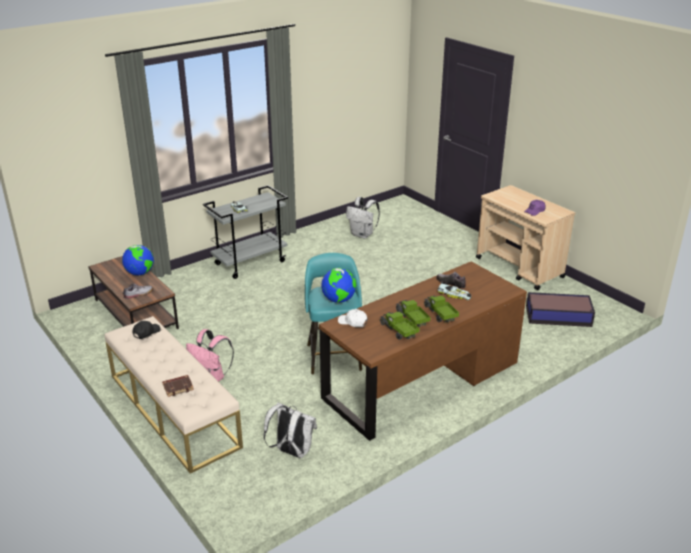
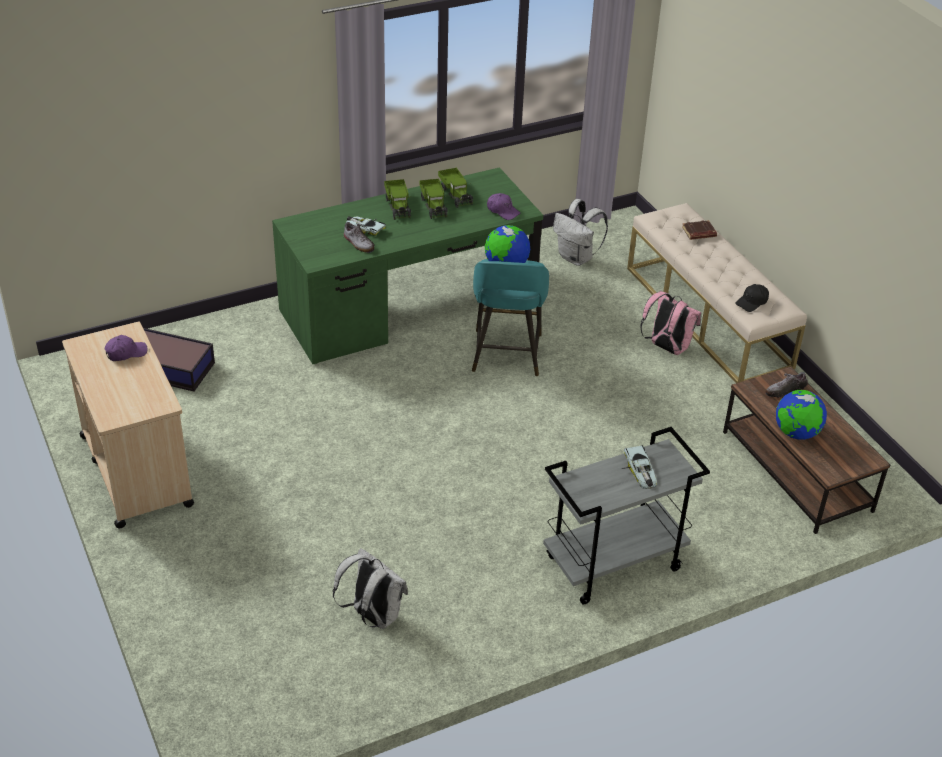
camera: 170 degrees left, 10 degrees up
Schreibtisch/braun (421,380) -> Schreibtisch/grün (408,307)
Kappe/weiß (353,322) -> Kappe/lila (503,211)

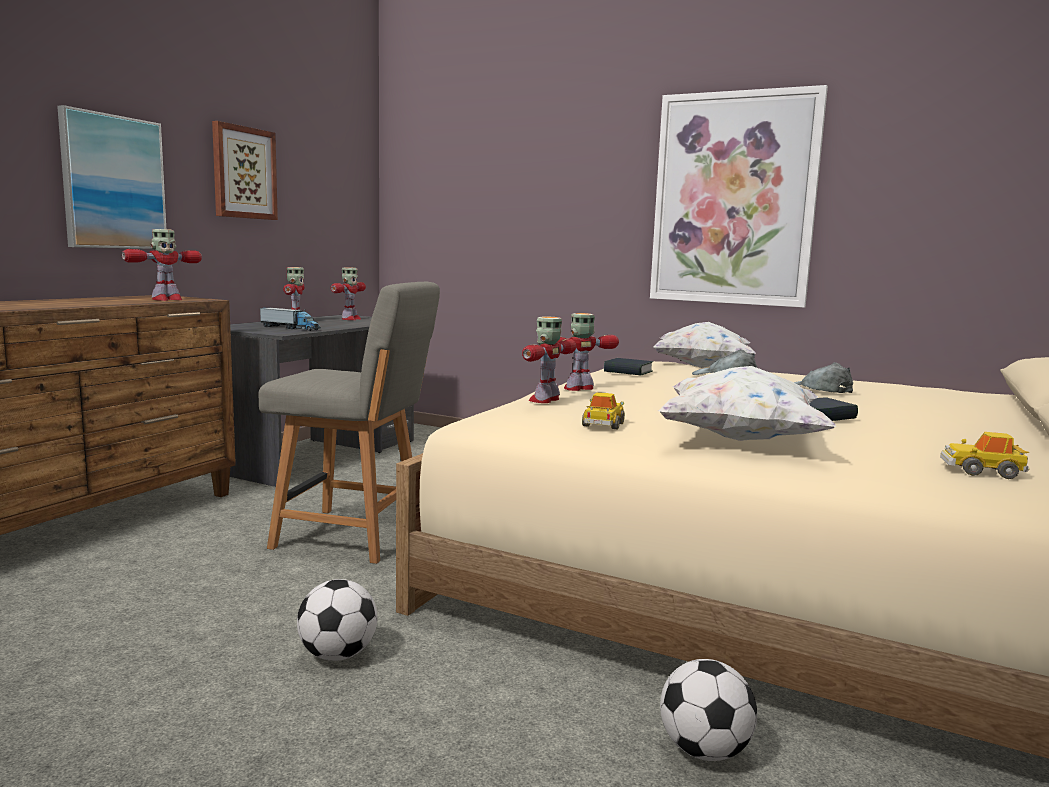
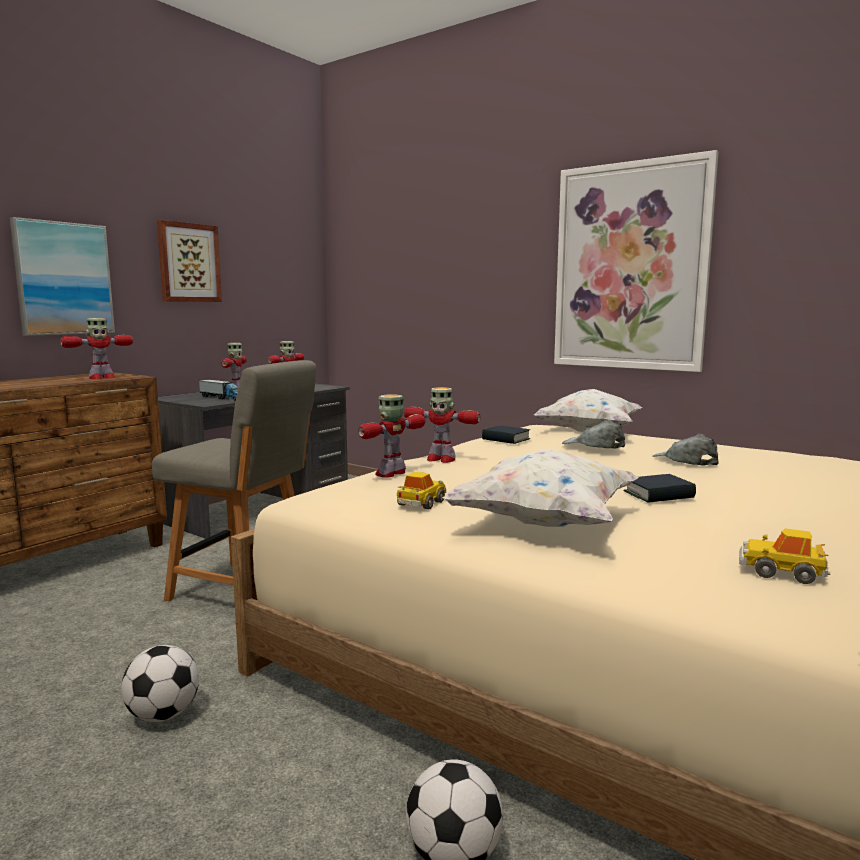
camera: 10 degrees right, 0 degrees up
Spielzeugroboter (579,388) -> Spielzeugroboter (440,459), 135 degrees counterclockwise

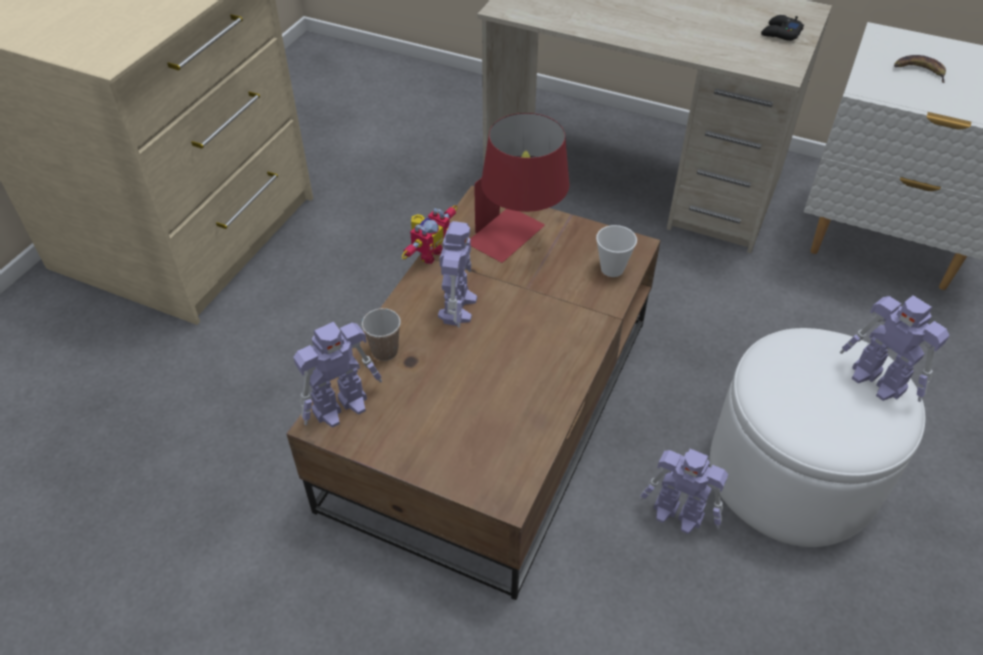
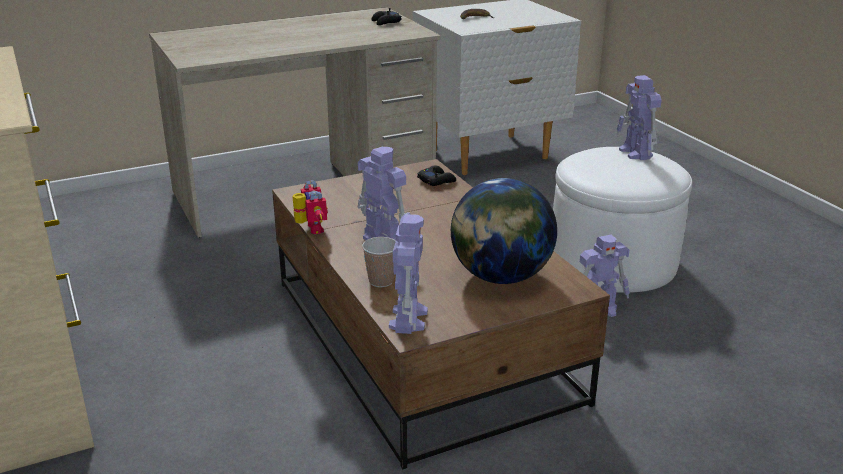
camera: 50 degrees left, 20 degrees down
Tischlampe/rot (518,240) -> none
none -> Globus (500,277)
Tasse (612,269) -> Gamepad/schwarz (436,180)
Spielzeugroboter (878,381) -> Spielzeugroboter (636,153), 75 degrees clockwise

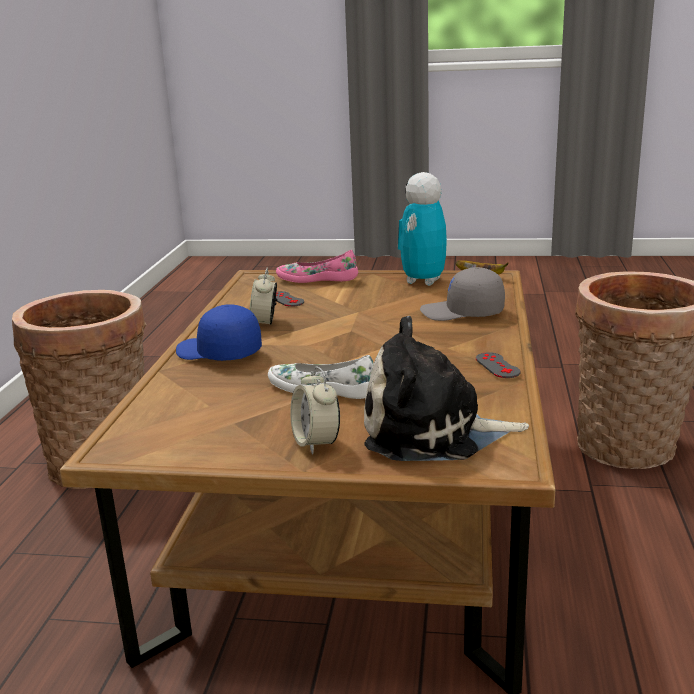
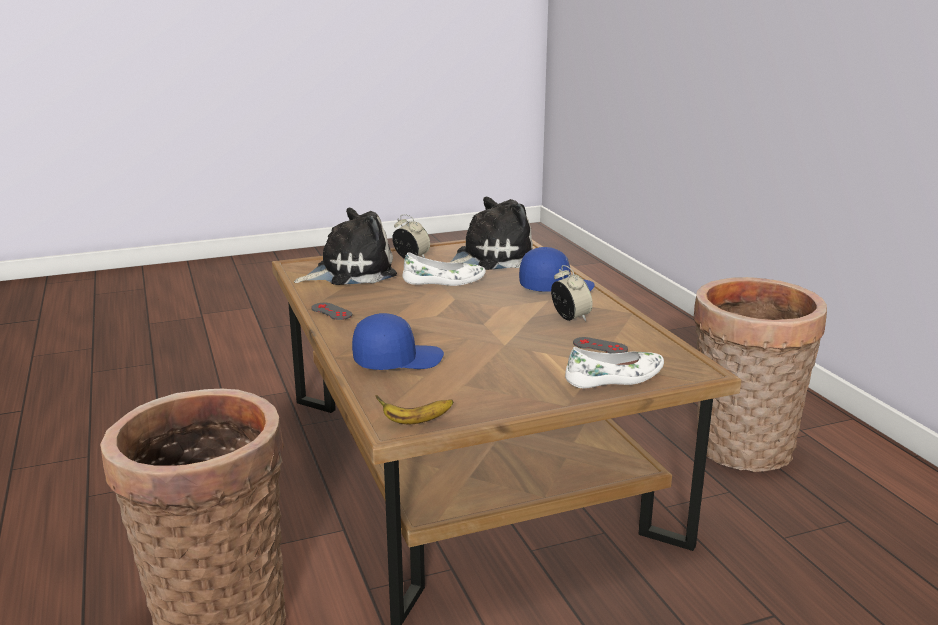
camera: 150 degrees right, 0 degrees up
Spielzeugroboter (423,281) -> none
none -> Plüschtier (490,258)
Schuh/rosa (317,278) -> Schuh/weiß (615,378)
Kappe/grau (462,313) -> Kappe/blau (397,360)

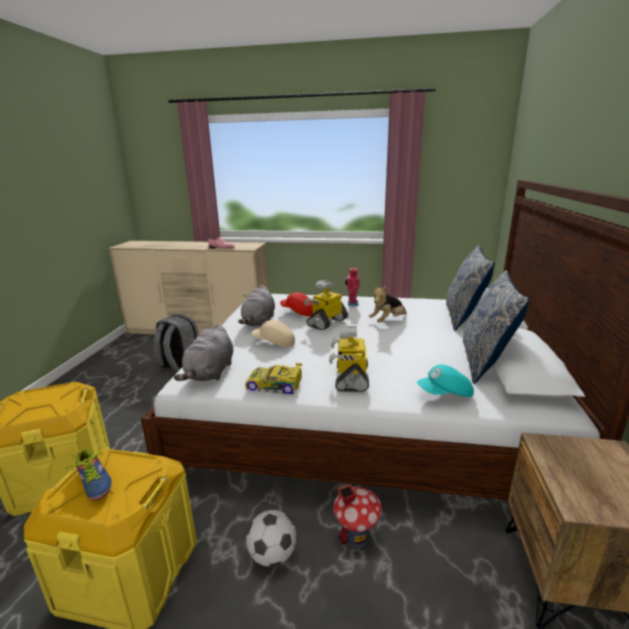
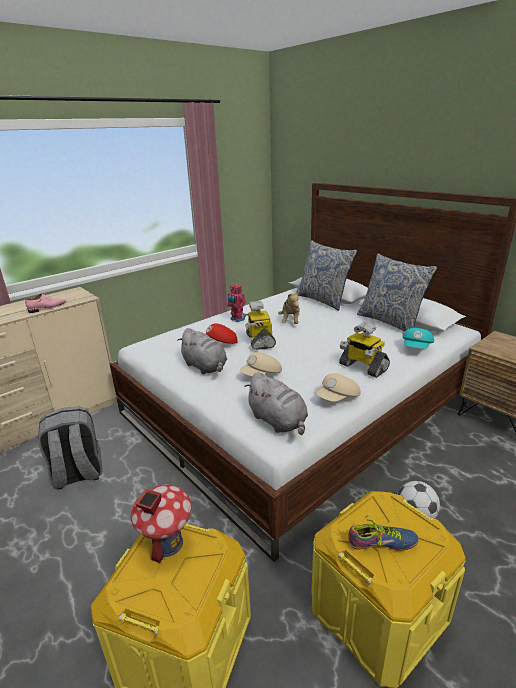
camera: 50 degrees left, 5 degrees up
Spielzeughaus (356,536) -> Spielzeughaus (167,543), move
Spielzeugauto (275,385) -> Kappe/beige (338,398)

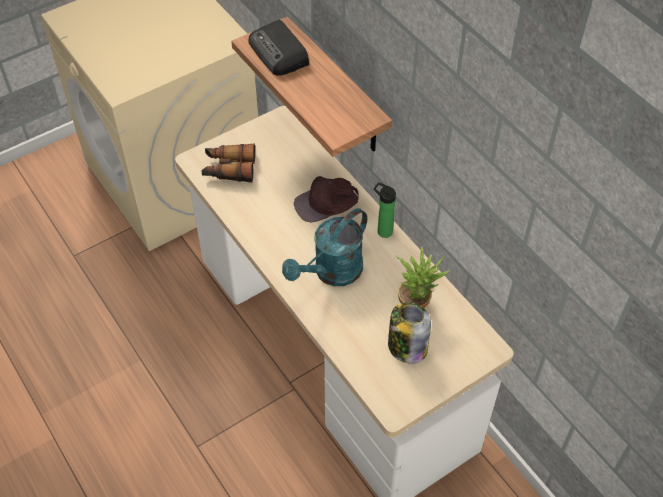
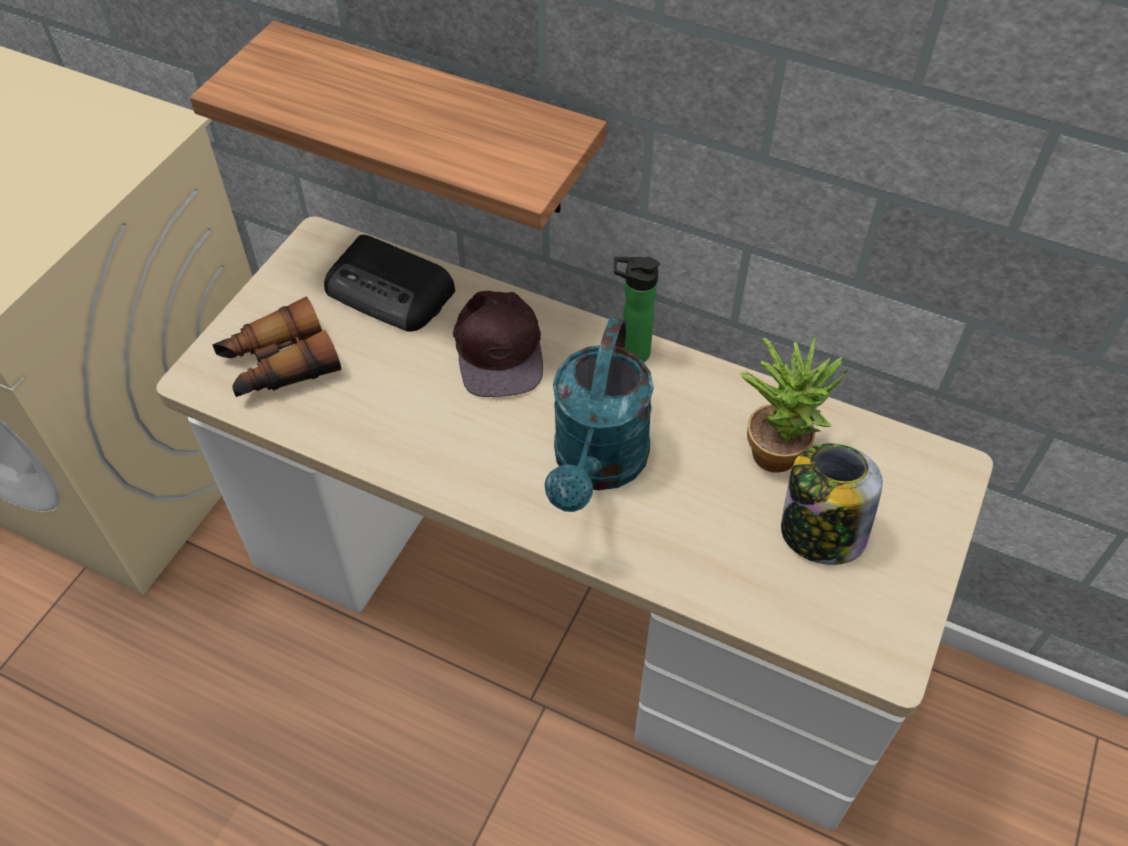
camera: 30 degrees left, 0 degrees up
Radio (279,53) -> Radio (391,292), move
Kappe/braun (326,203) -> Kappe/braun (500,348), 45 degrees counterclockwise

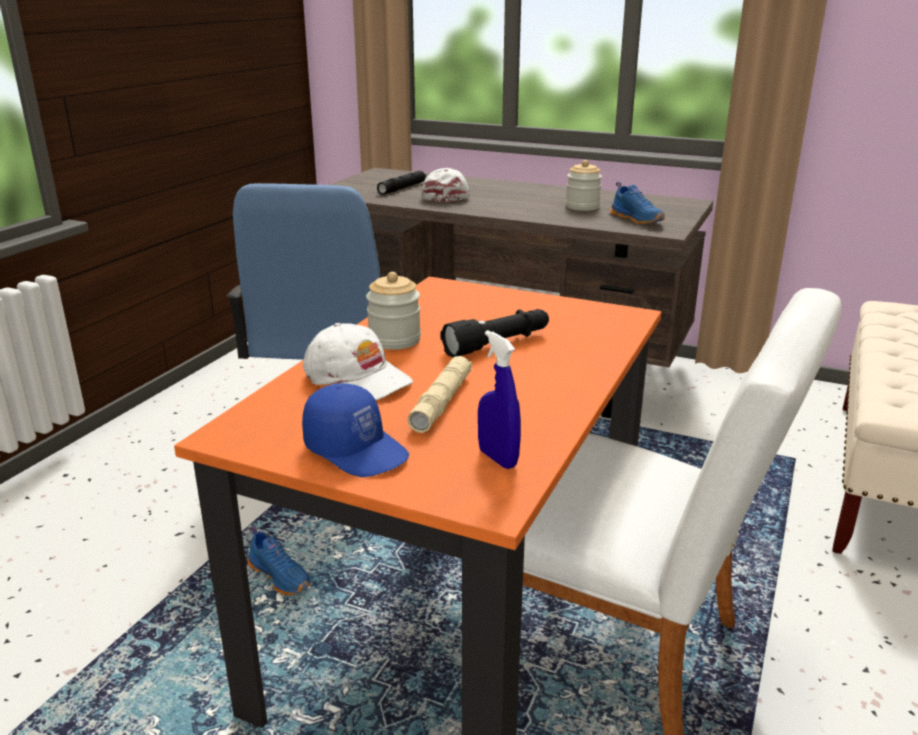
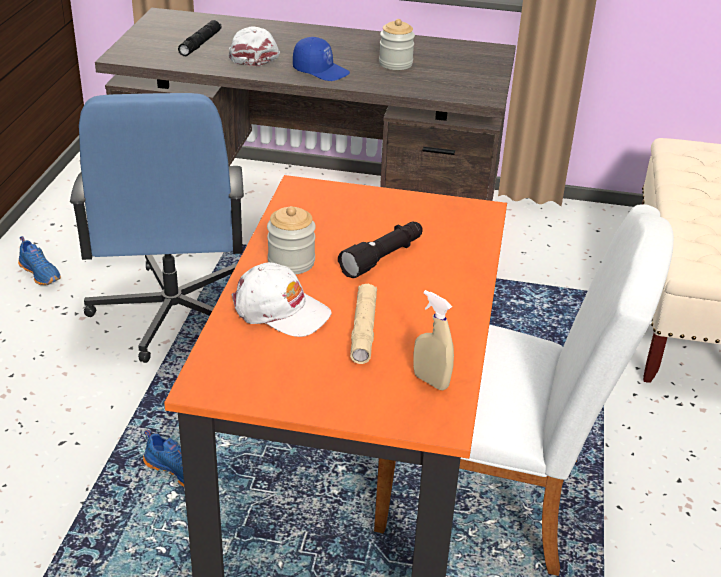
camera: 15 degrees left, 10 degrees up
Kappe/blau (357,450) -> Kappe/blau (321,71), move
Schuh/blau (637,219) -> Schuh/blau (41,273), move
Sprühflasche/blau (497,458) -> Sprühflasche/beige (430,381)

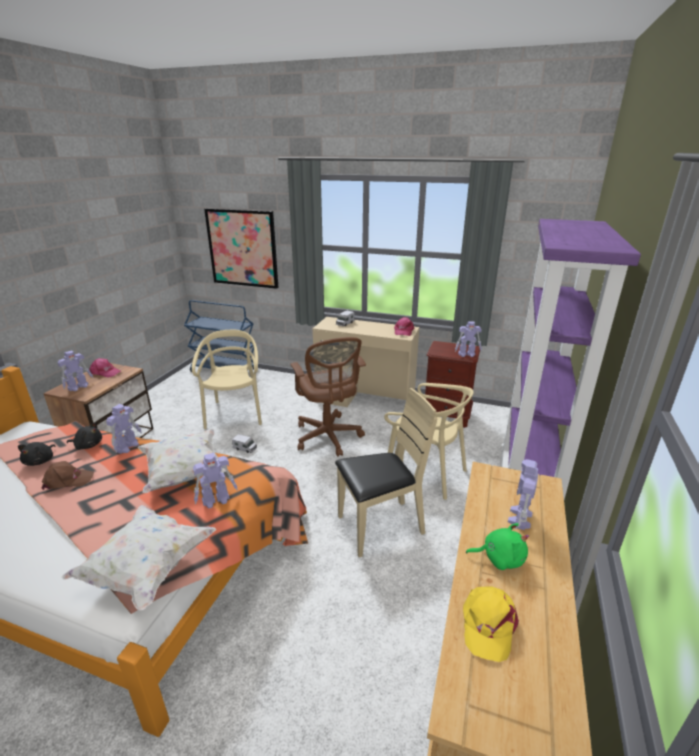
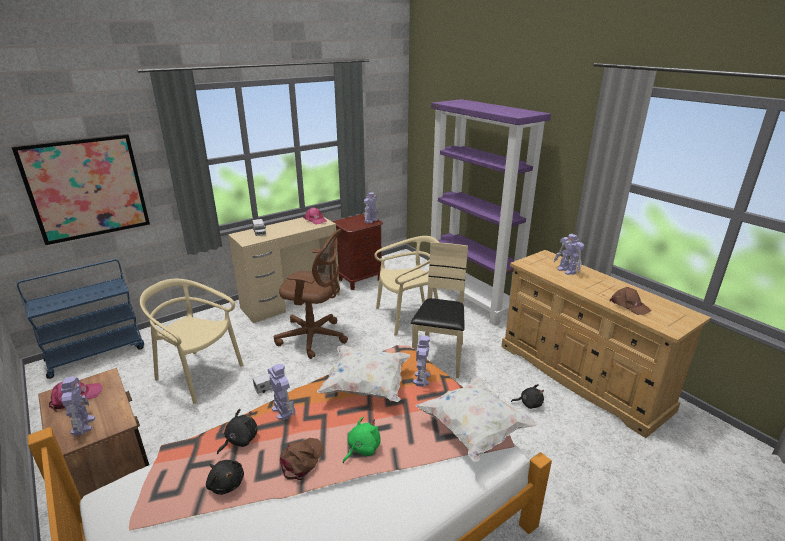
camera: 55 degrees left, 0 degrees up
none -> Plüschtier/schwarz (529,403)
Plüschtier/grün (499,558) -> Plüschtier/grün (362,448), move
Kappe/gelb (488,624) -> Kappe/braun (629,305)

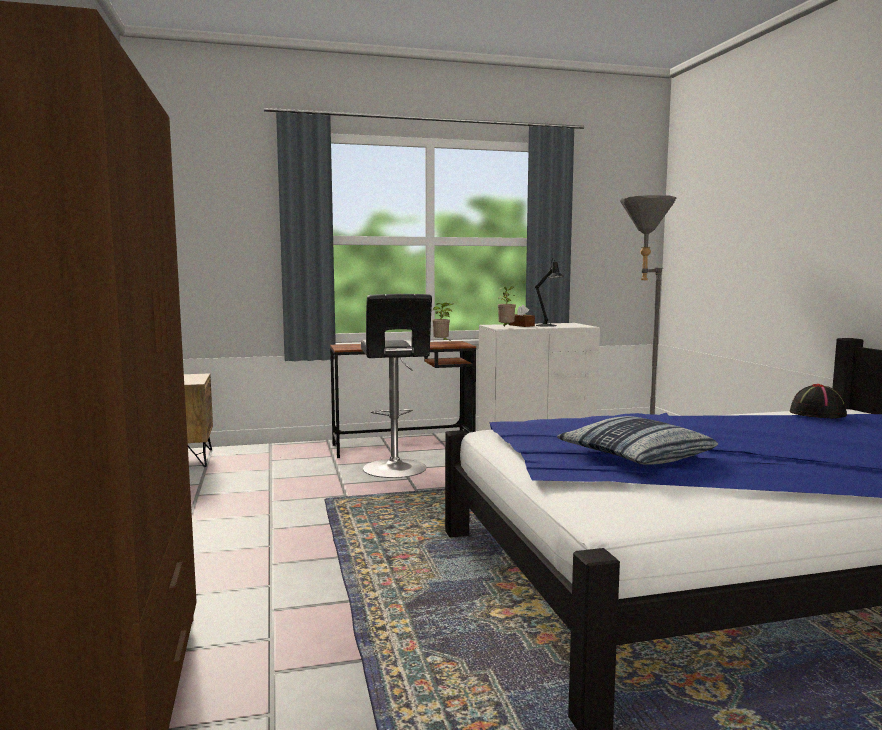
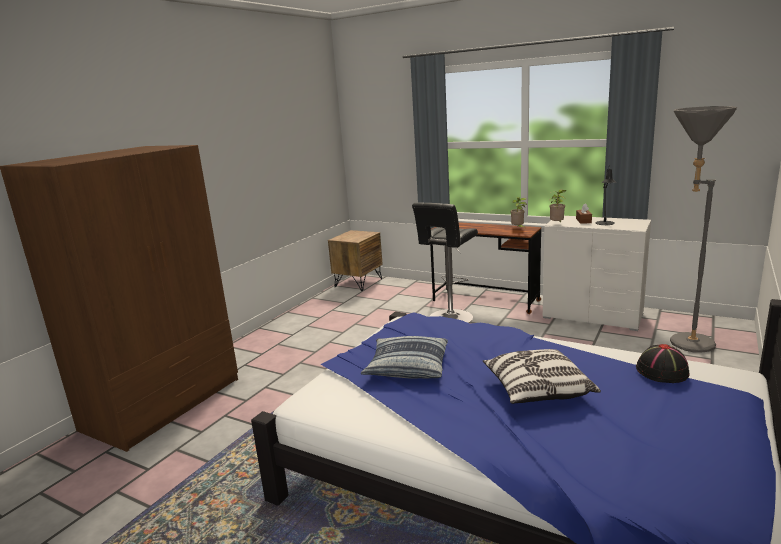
camera: 45 degrees right, 10 degrees up
none -> Kissen (537,390)

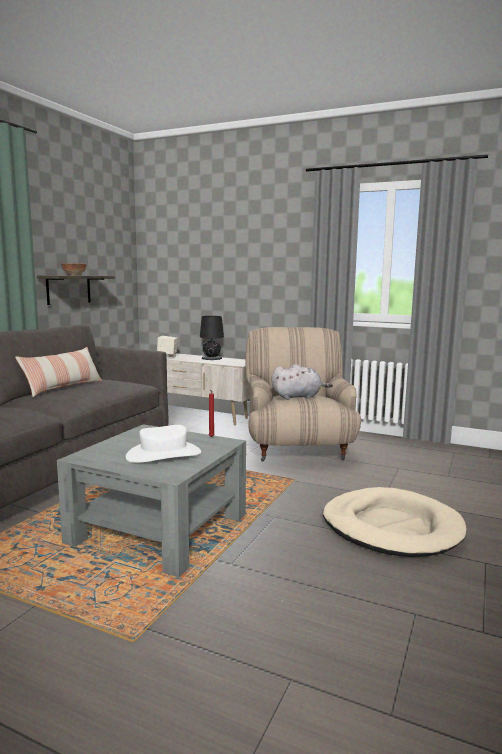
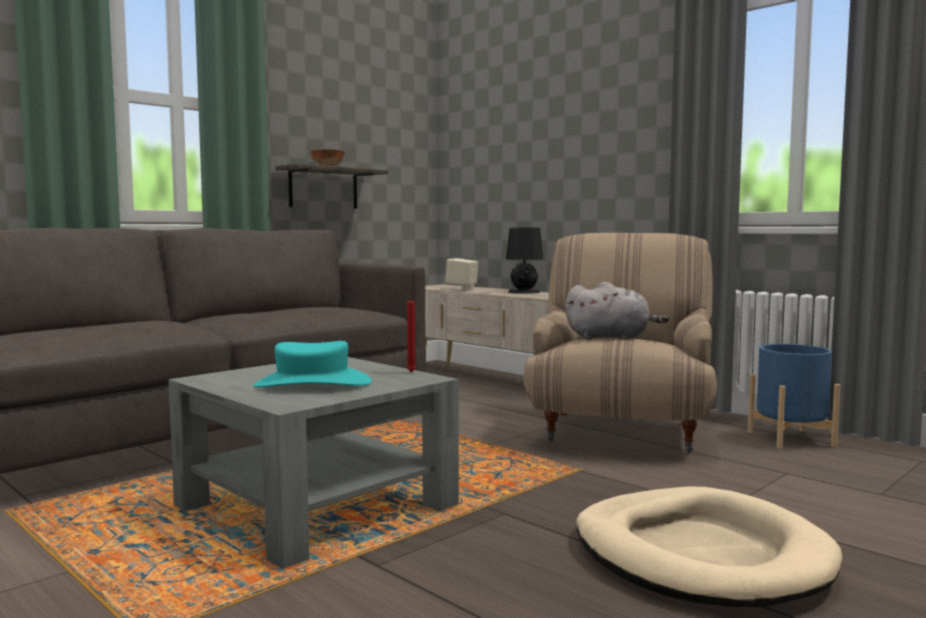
camera: 20 degrees right, 5 degrees down
Kissen (63,387) -> none
none -> Pflanzkübel/blau (790,439)
Hut/weiß (163,455) -> Hut/türkis (312,384)

